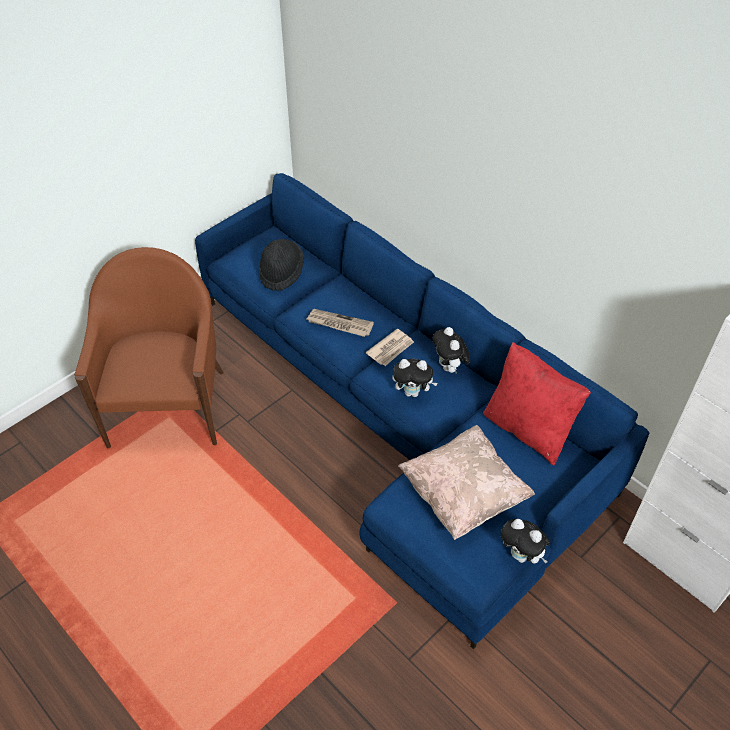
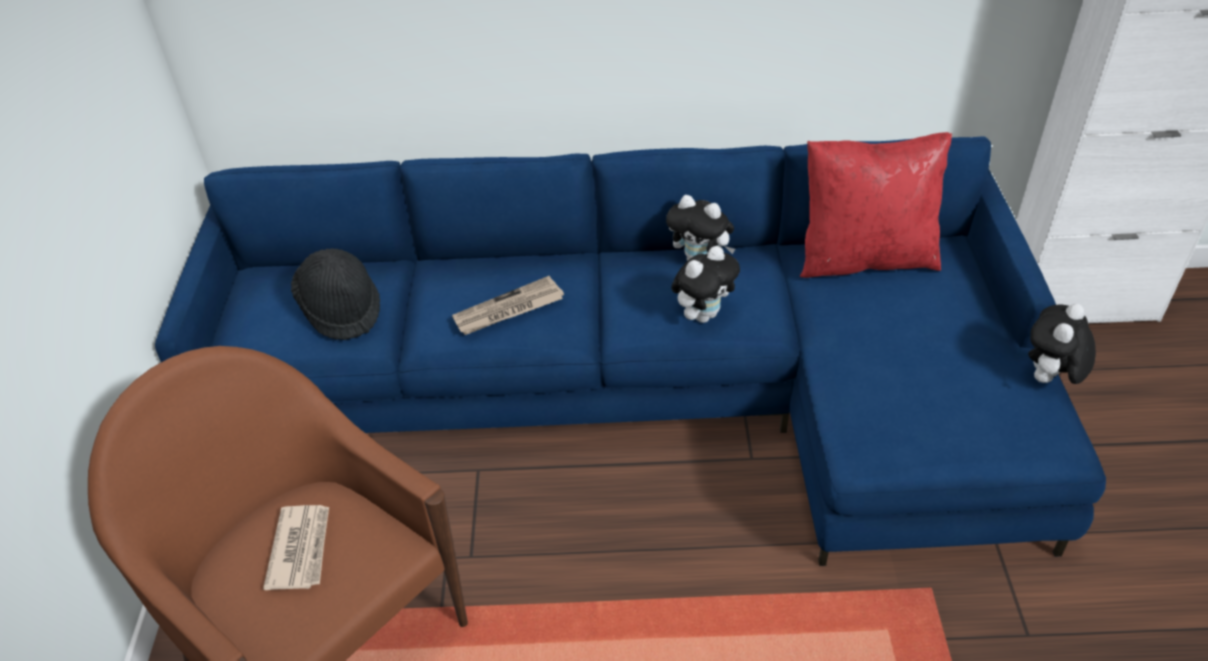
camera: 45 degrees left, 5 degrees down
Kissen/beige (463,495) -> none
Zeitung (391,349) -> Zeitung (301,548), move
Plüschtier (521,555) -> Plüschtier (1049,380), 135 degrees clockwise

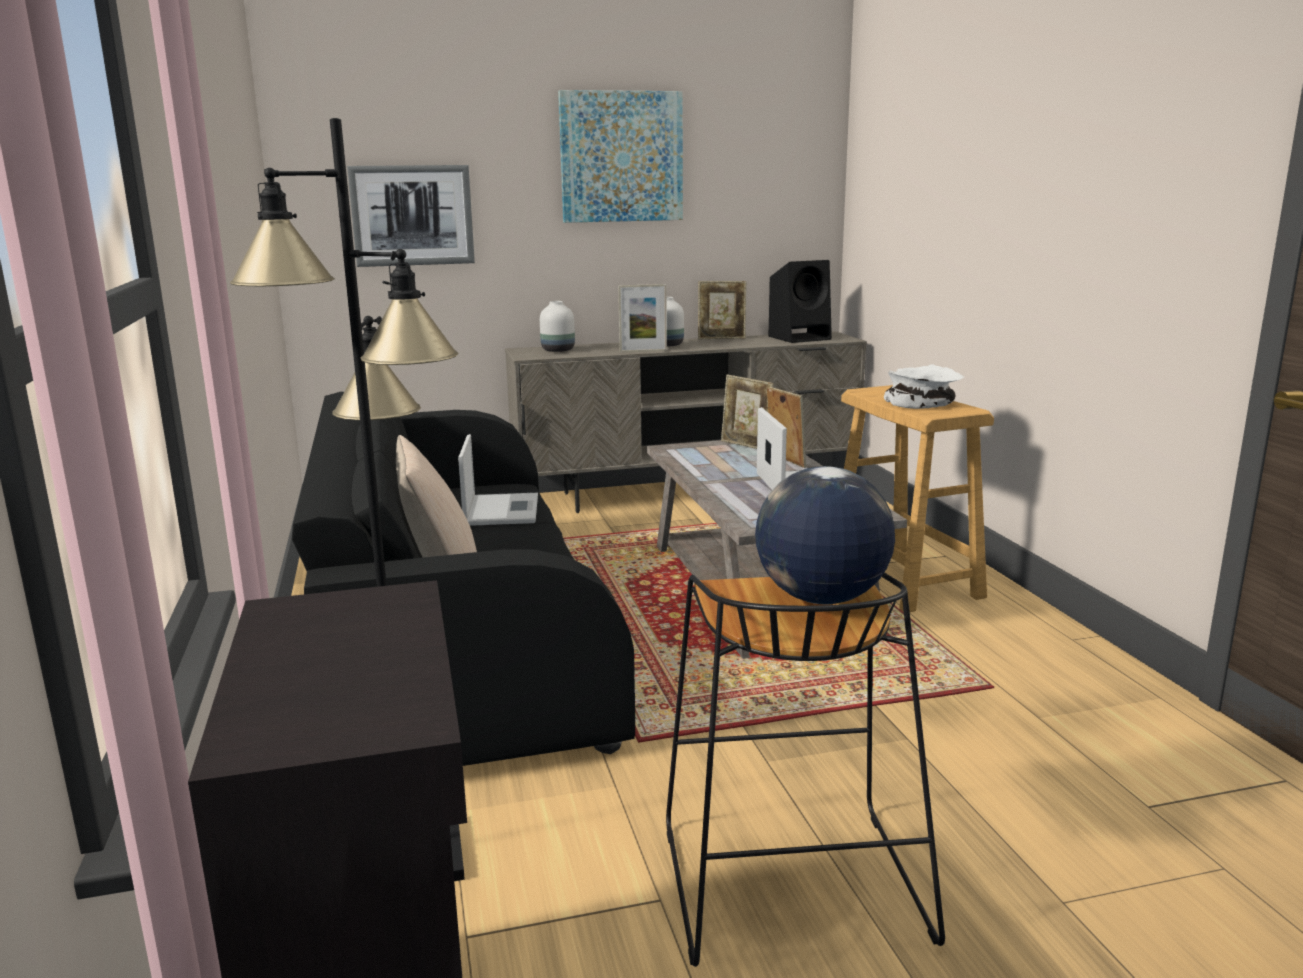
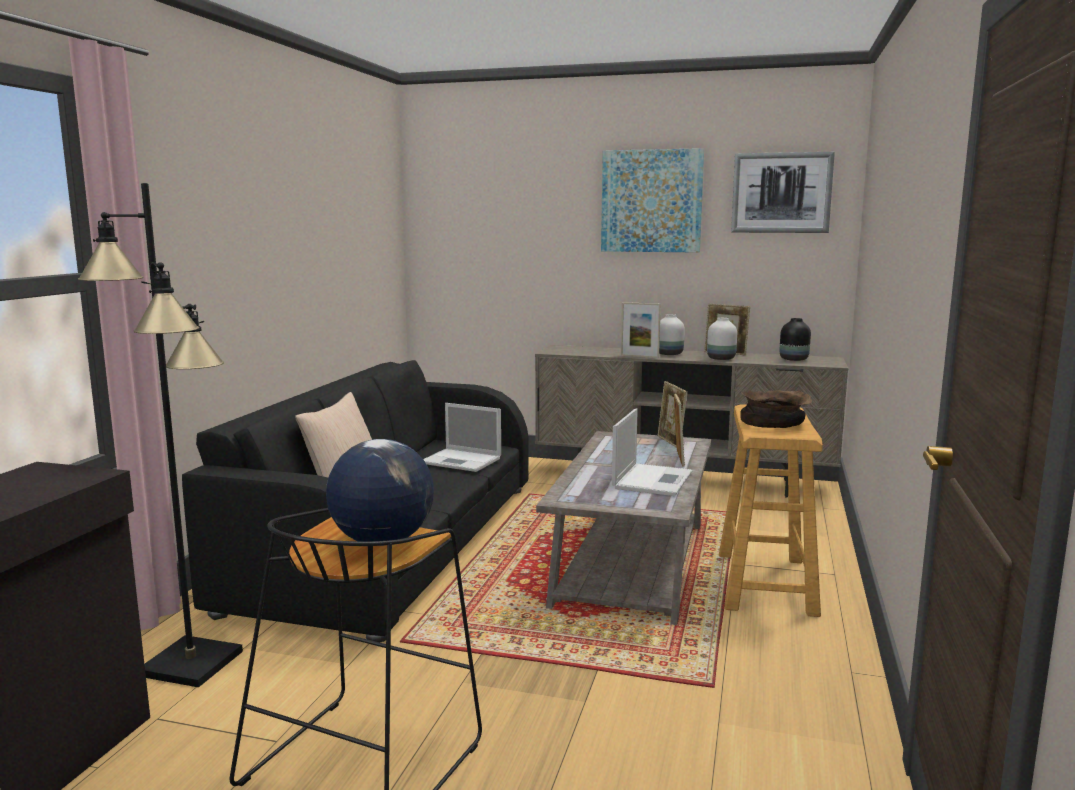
camera: 30 degrees right, 5 degrees down
Bild (412,215) -> Bild (781,193), move
Vase/weiß (557,350) -> Vase/weiß (720,358), move
Lautsprecher/schwarz (800,338) -> Vase/schwarz (794,359)
Schüssel/weiß (922,403) -> Schüssel/braun (775,423)
Laptop (501,510) -> Laptop (462,461), 90 degrees clockwise

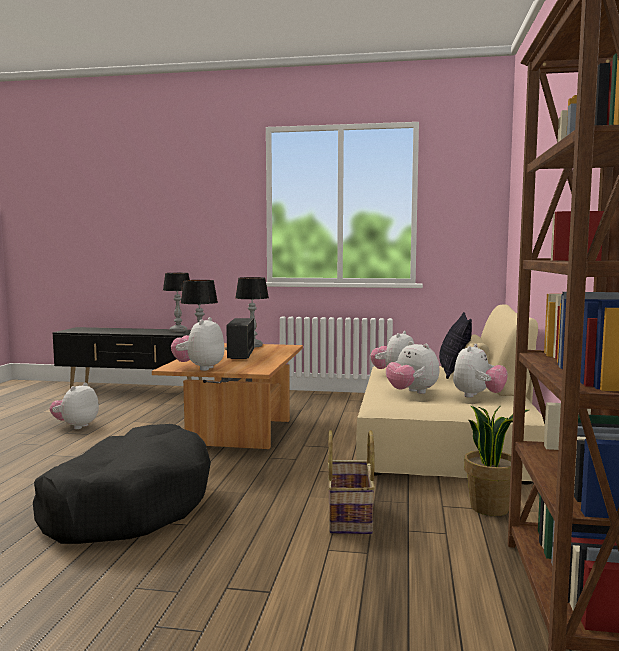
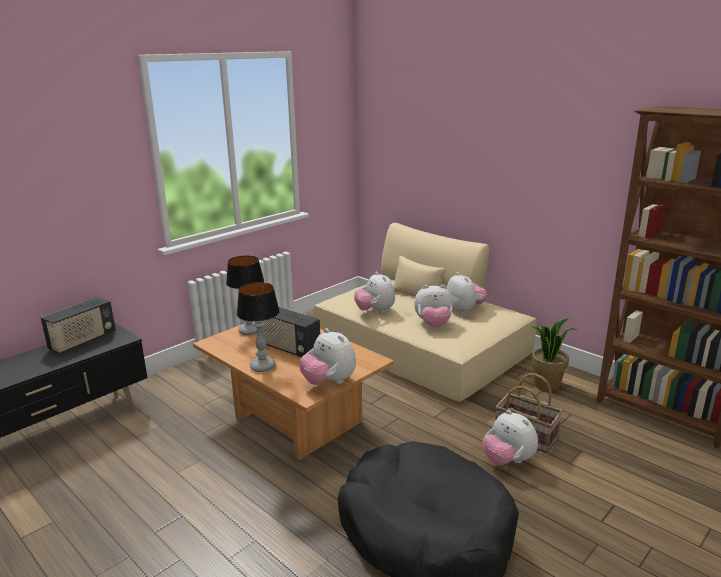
camera: 55 degrees left, 15 degrees up
Kissen (453,373) -> none
Plüschtier (76,426) -> Plüschtier (508,460), move
Tischlampe (178,331) -> Radio (83,341)

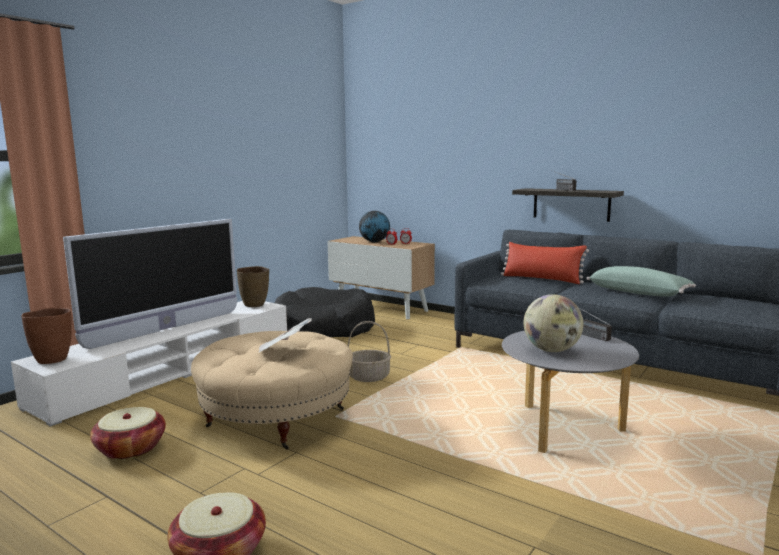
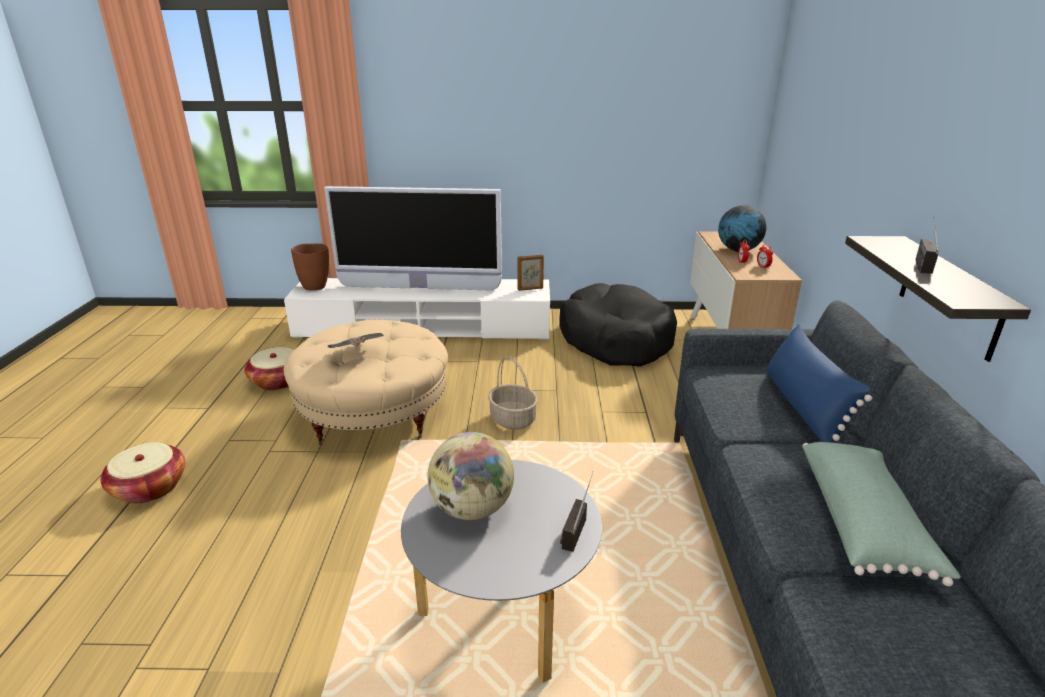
camera: 55 degrees right, 15 degrees up
Vase/braun (255,305) -> Bilderrahmen (530,289)
Kissen/rot (542,279) -> Kissen/blau (803,408)

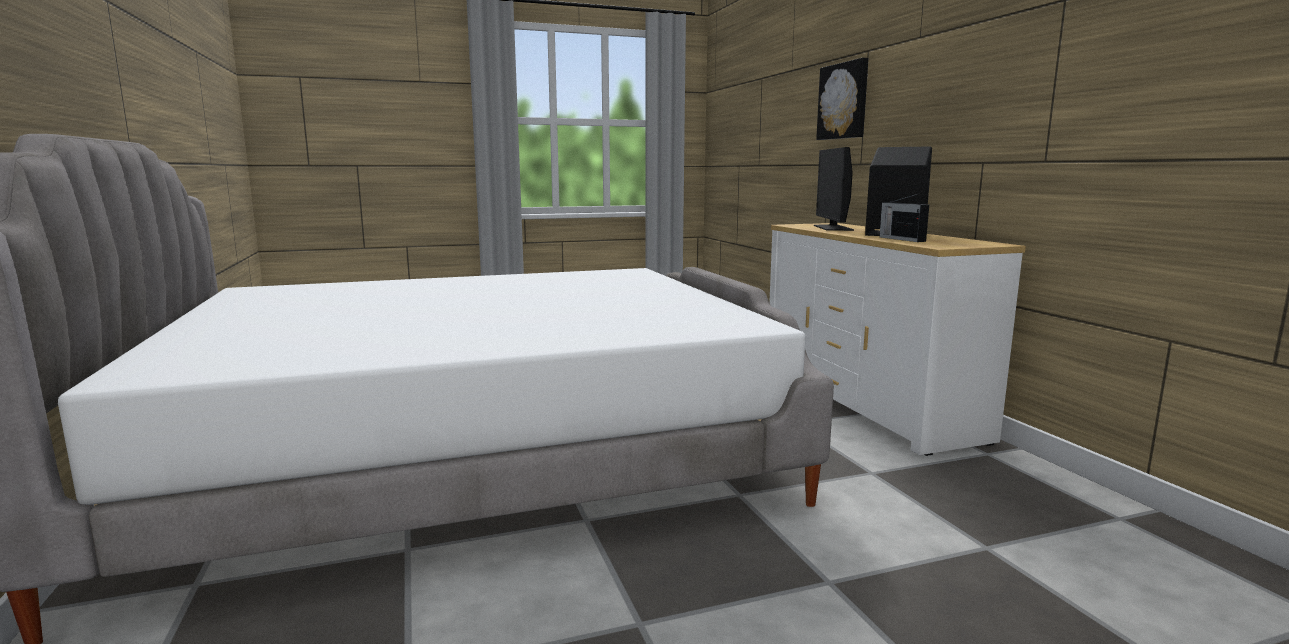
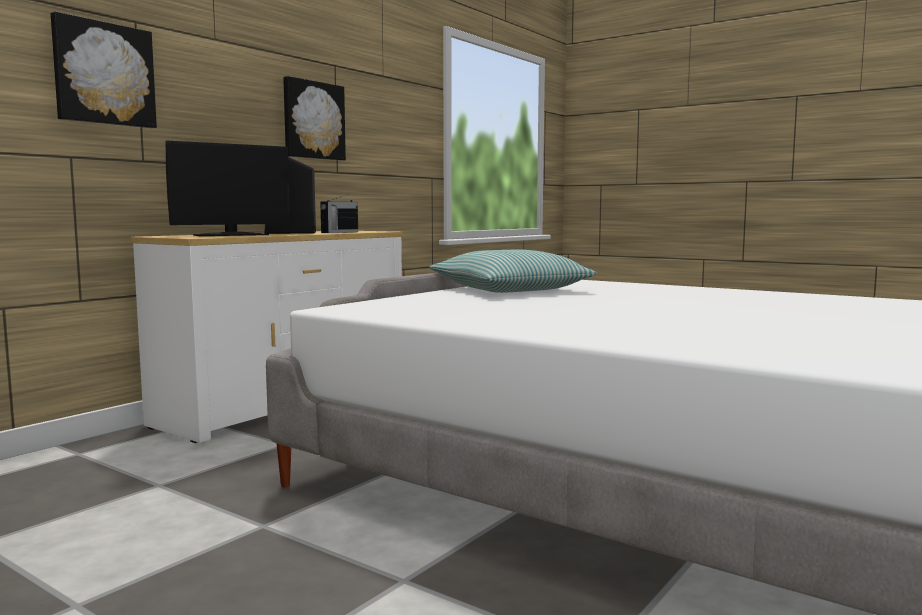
camera: 125 degrees left, 5 degrees down
none -> Bild (313,120)
none -> Kissen (510,289)

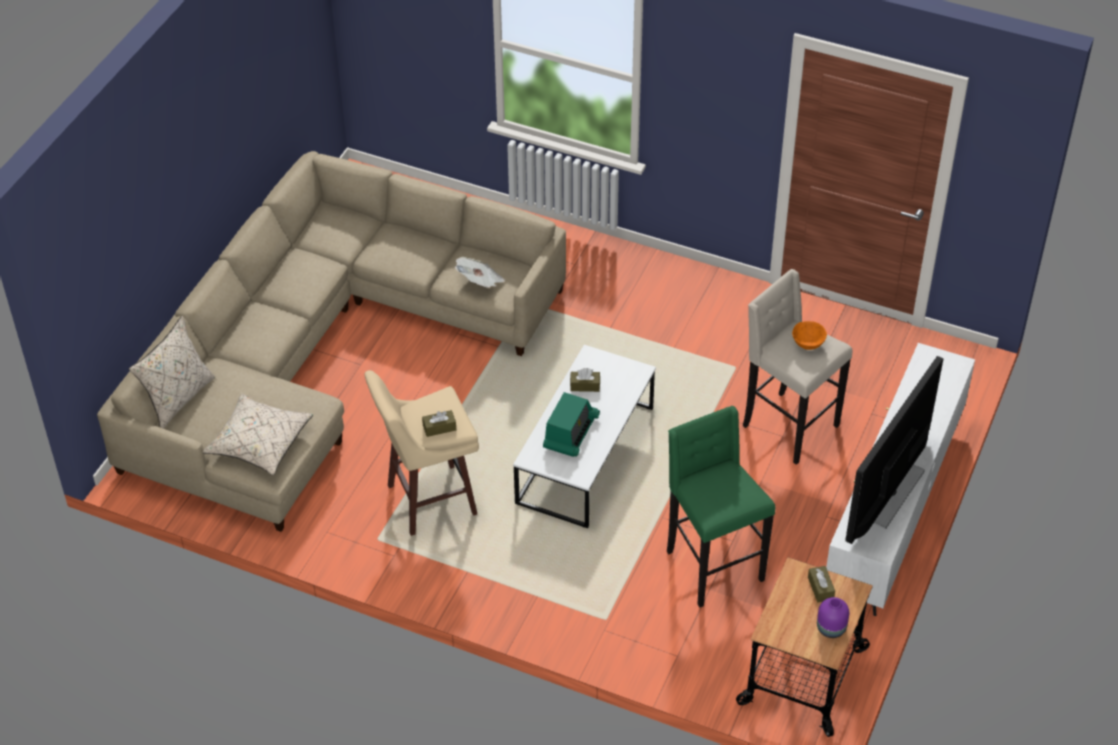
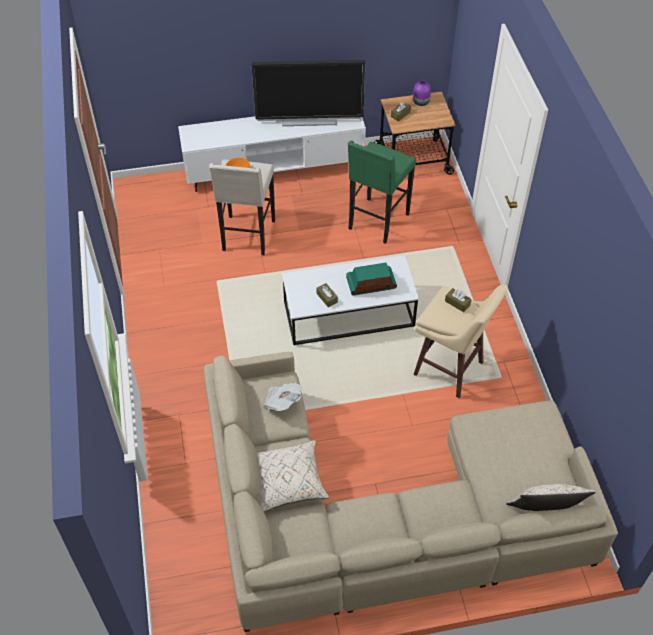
camera: 125 degrees left, 5 degrees up
Kissen/beige (259,443) -> Kissen/beige (287,481), move

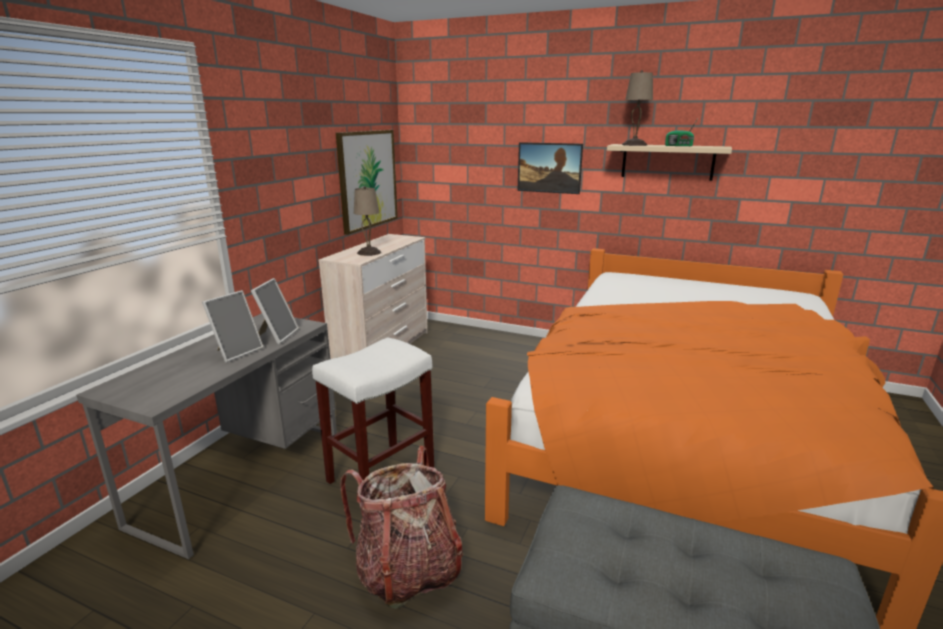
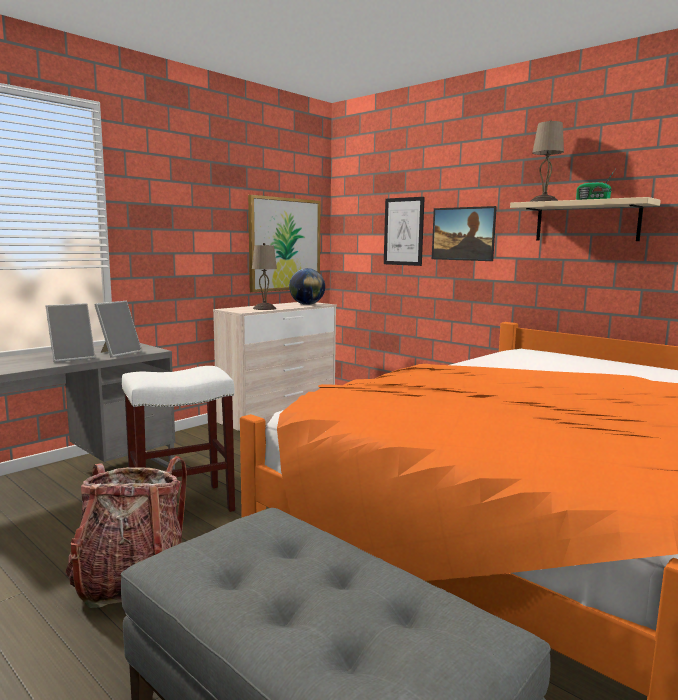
camera: 20 degrees right, 10 degrees down
none -> Globus (307,304)
none -> Bild (403,231)

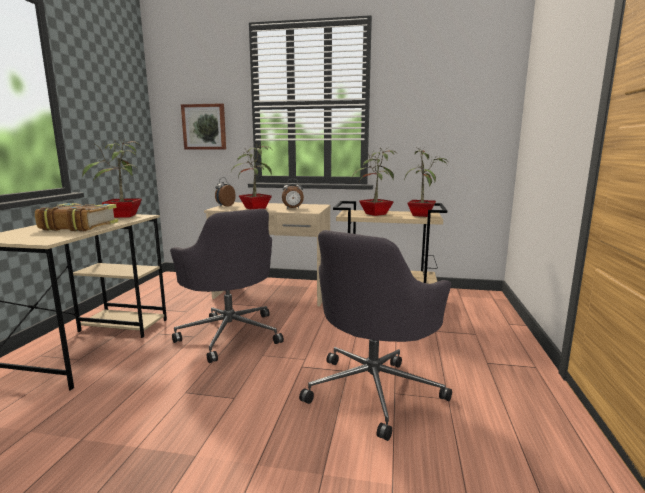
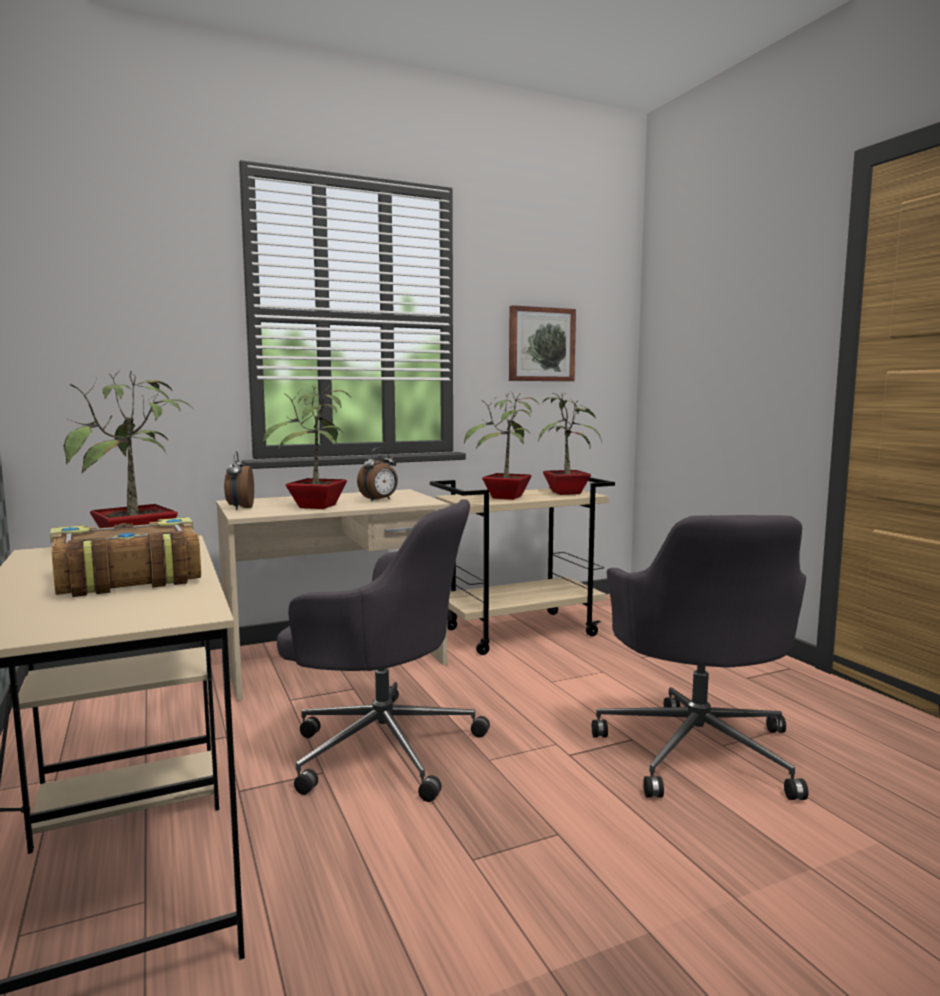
camera: 35 degrees left, 5 degrees down
Bild (204,127) -> Bild (541,344), move

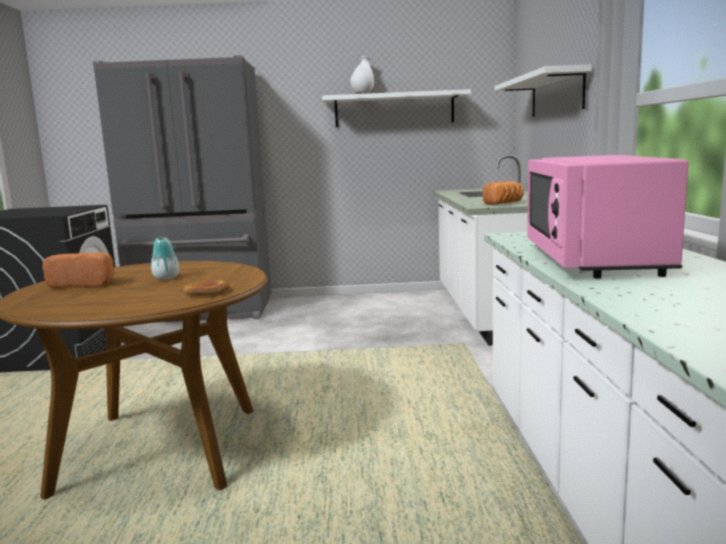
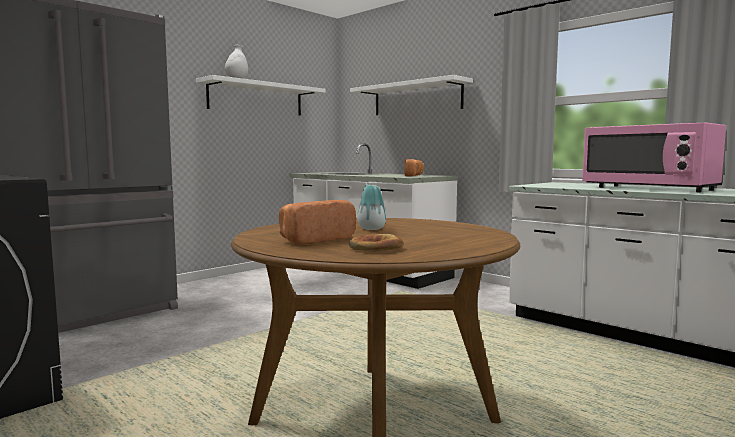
camera: 45 degrees left, 5 degrees down
Brot (207,292) -> Brot (375,248), move

